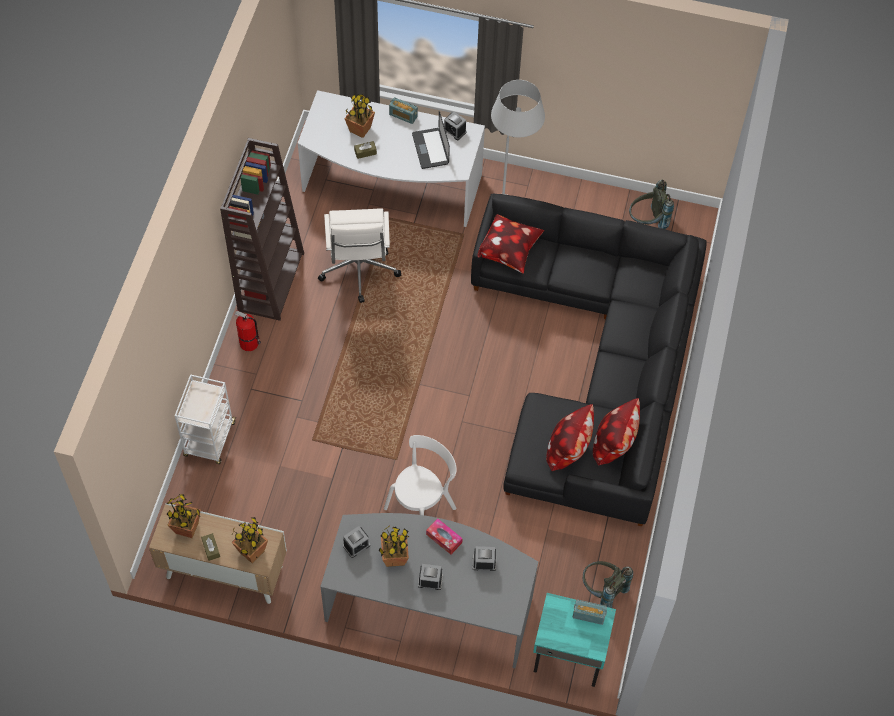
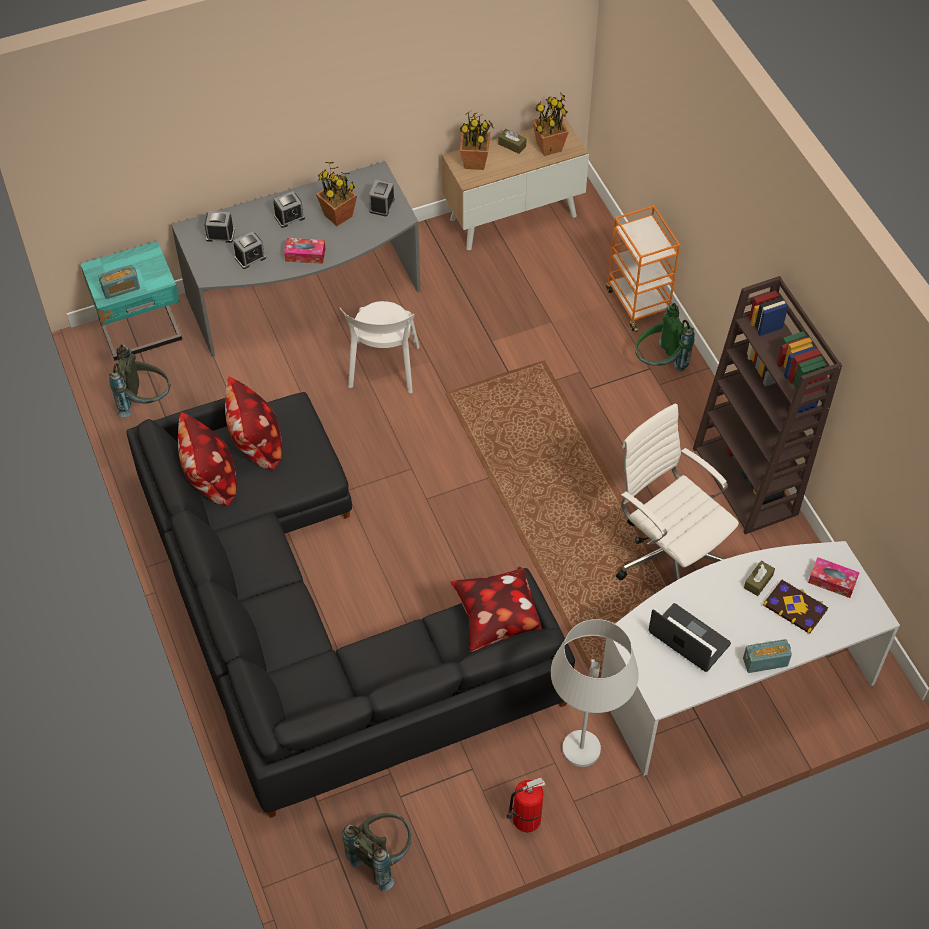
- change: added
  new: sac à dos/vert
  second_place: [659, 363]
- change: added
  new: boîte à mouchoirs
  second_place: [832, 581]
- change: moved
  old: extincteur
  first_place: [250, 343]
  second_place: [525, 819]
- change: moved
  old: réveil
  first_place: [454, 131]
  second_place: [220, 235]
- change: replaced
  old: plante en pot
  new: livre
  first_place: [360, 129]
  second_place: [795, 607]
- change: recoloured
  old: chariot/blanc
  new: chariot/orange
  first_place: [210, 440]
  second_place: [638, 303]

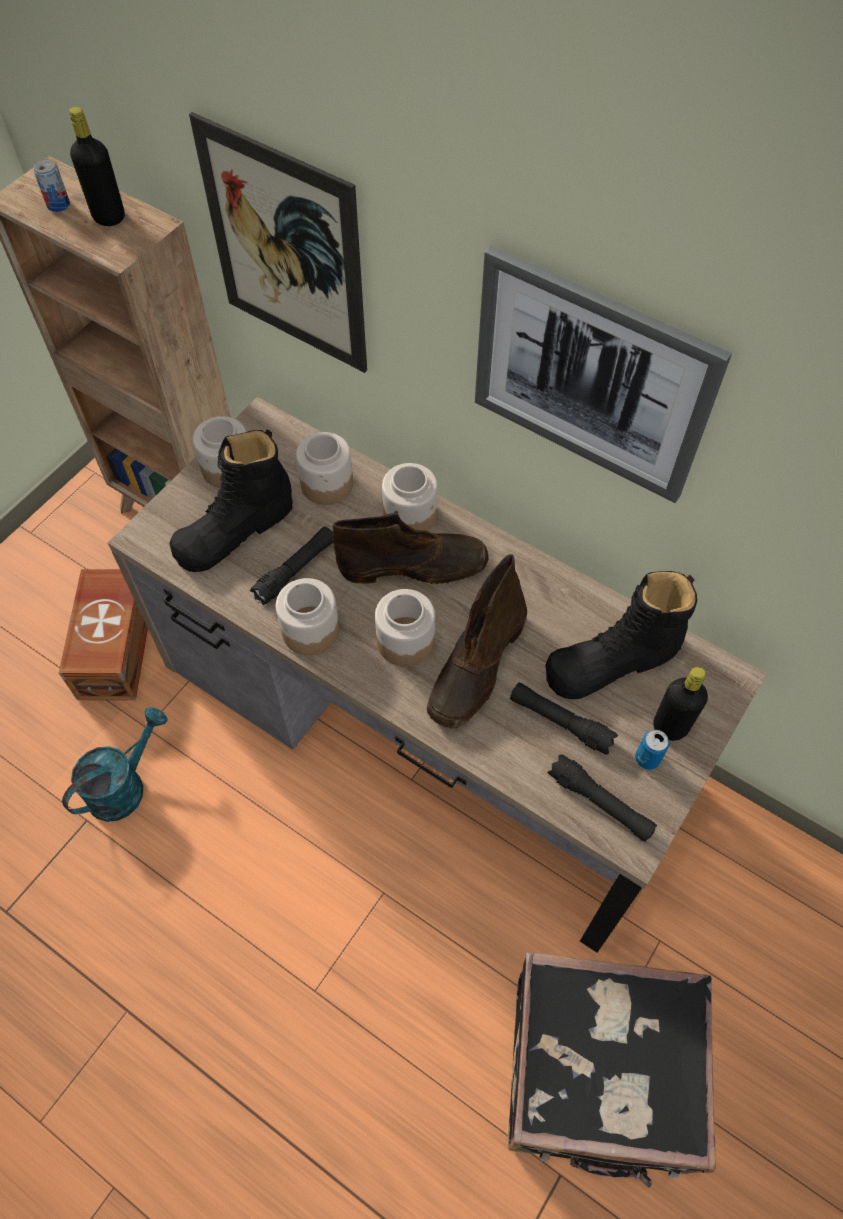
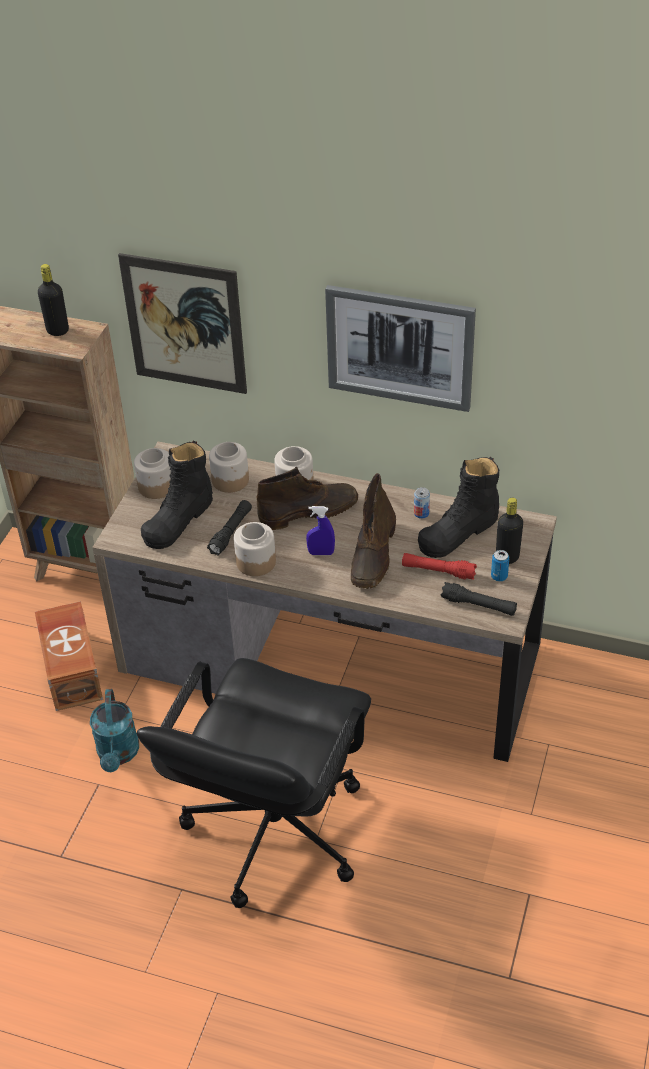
- change: removed
  old: valise/noir
  first_place: [597, 1076]
- change: added
  new: chaise de bureau/noir
  second_place: [272, 831]
- change: moved
  old: boîte métallique
  first_place: [58, 205]
  second_place: [421, 513]
- change: replaced
  old: bocal
  new: vaporisateur/bleu
  first_place: [405, 641]
  second_place: [321, 553]
- change: recoloured
  old: lampe de poche/noir
  new: lampe de poche/rouge
  first_place: [560, 722]
  second_place: [438, 571]
- change: turned
  old: arrosoir/turquoise
  first_place: [124, 785]
  second_place: [118, 754]
  degrees: 150

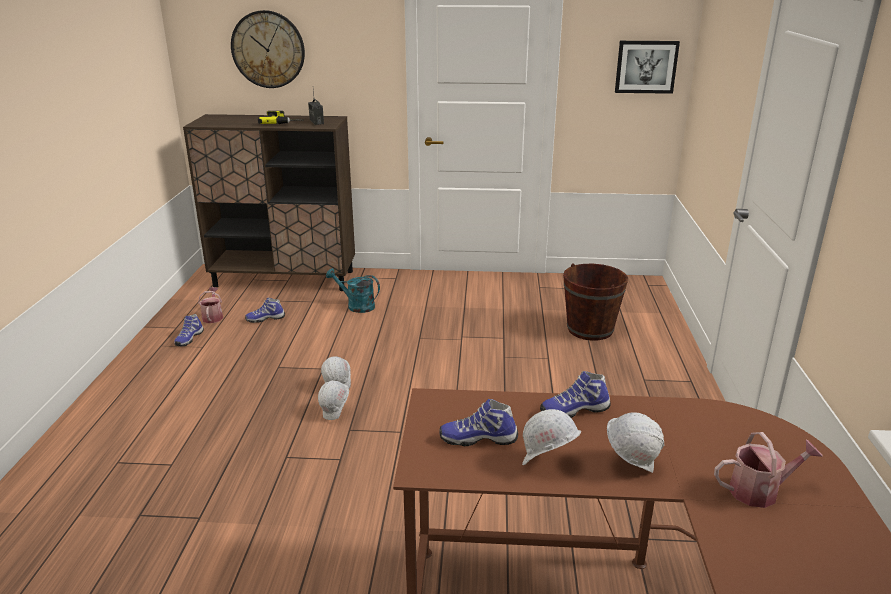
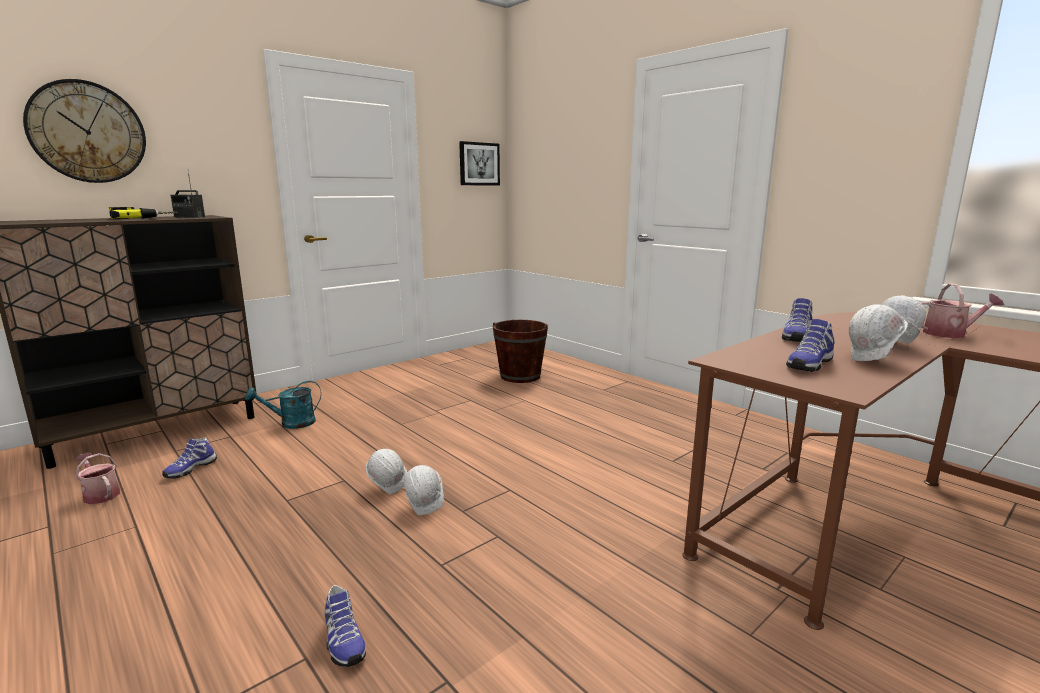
- change: moved
  old: chaussure
  first_place: [188, 338]
  second_place: [342, 641]
- change: turned
  old: arrosoir
  first_place: [760, 491]
  second_place: [949, 333]
  degrees: 60

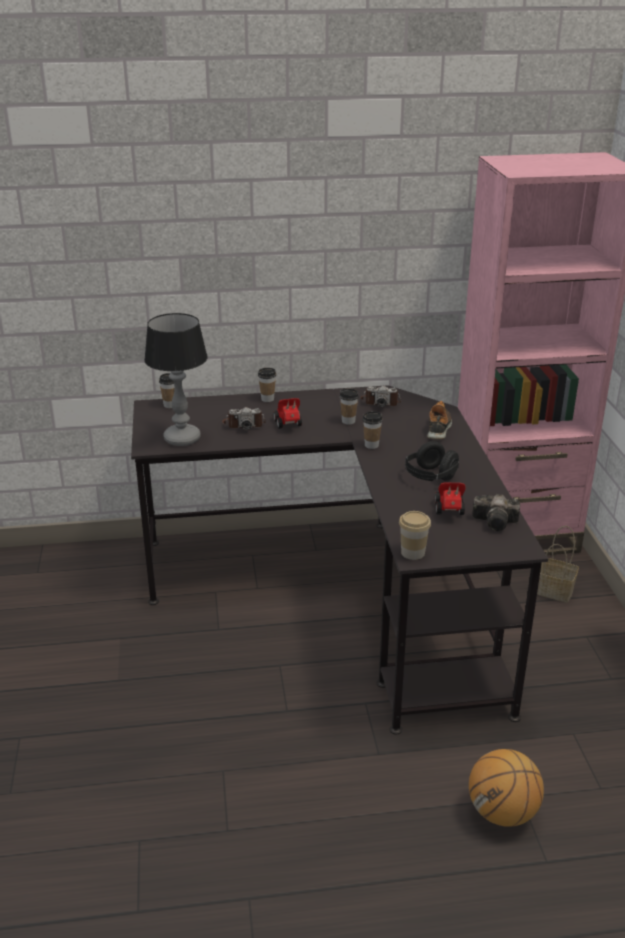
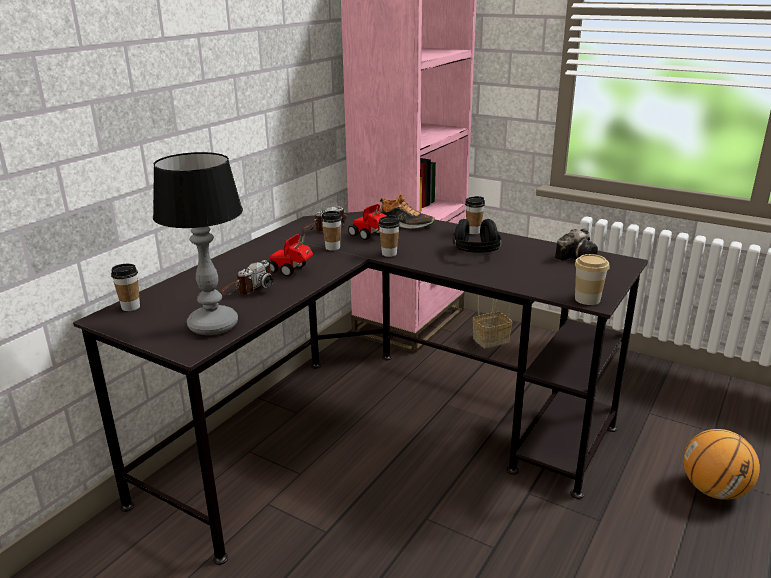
- change: moved
  old: tasse
  first_place: [267, 399]
  second_place: [473, 232]
- change: moved
  old: petite voiture
  first_place: [449, 512]
  second_place: [370, 236]
- change: turned
  old: chaussure
  first_place: [439, 428]
  second_place: [405, 224]
  degrees: 150

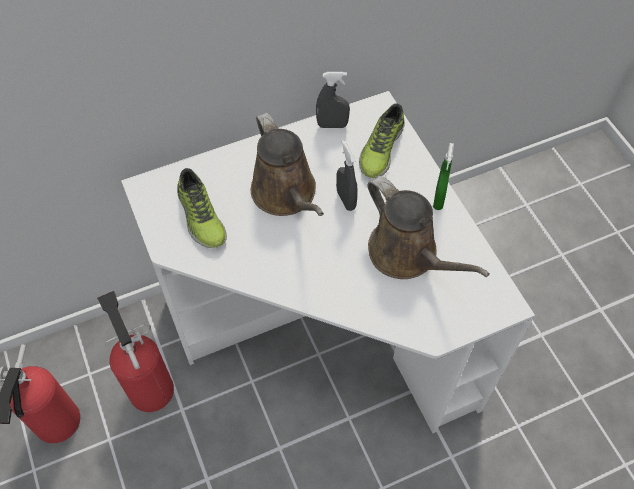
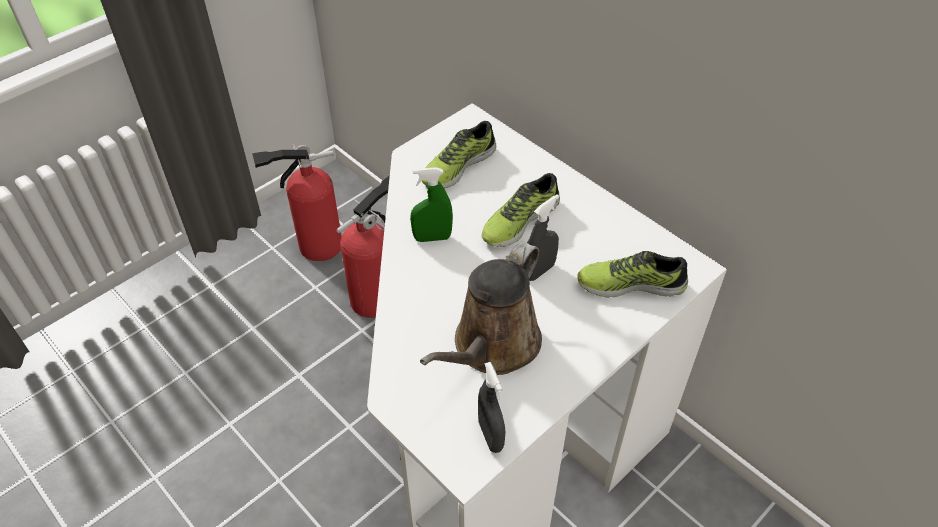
- change: moved
  old: vaporisateur/gris
  first_place: [332, 125]
  second_place: [490, 436]
- change: moved
  old: vaporisateur/vert
  first_place: [439, 199]
  second_place: [432, 238]
- change: replaced
  old: arrosoir/marron
  new: chaussure
  first_place: [286, 194]
  second_place: [519, 220]

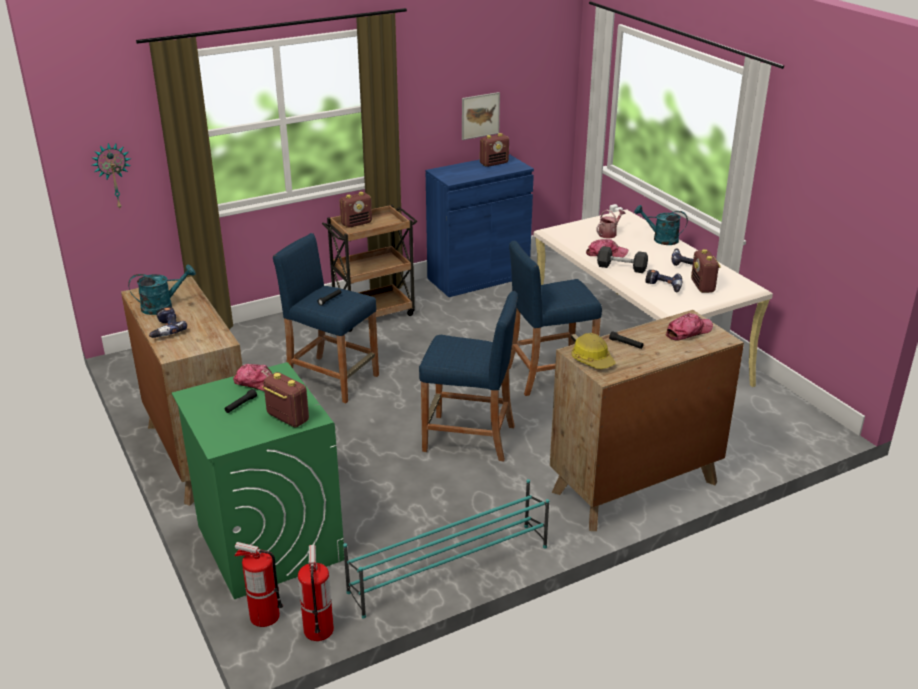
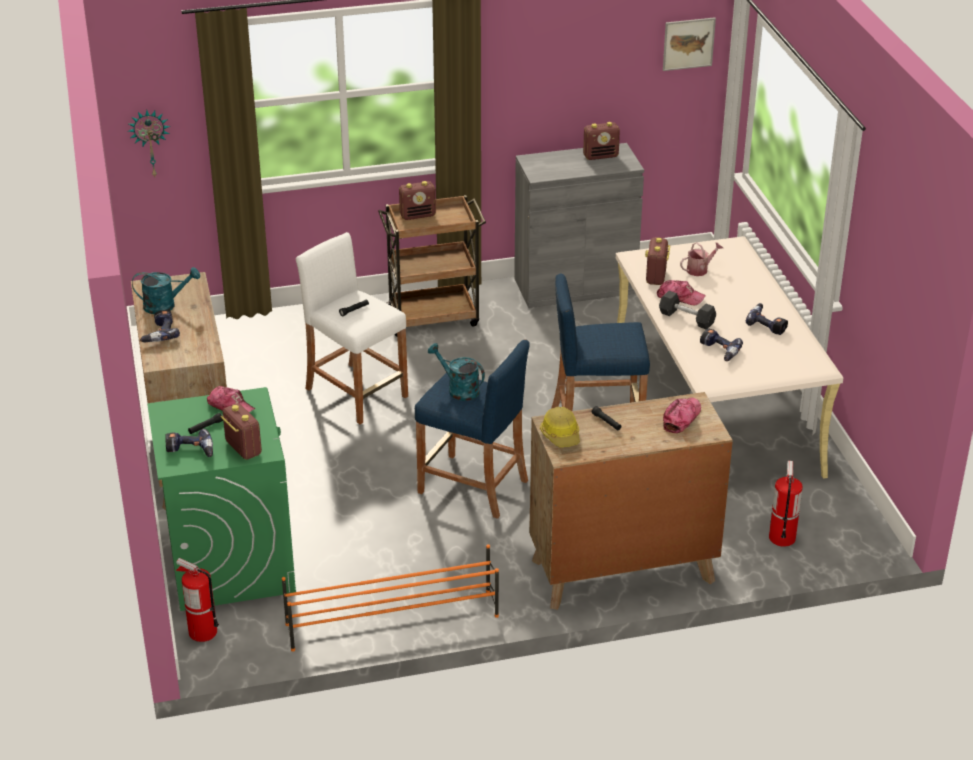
- change: added
  new: perceuse
  second_place: [190, 451]
- change: moved
  old: extincteur
  first_place: [318, 629]
  second_place: [782, 537]
- change: moved
  old: tableau
  first_place: [480, 115]
  second_place: [688, 43]
- change: moved
  old: arrosoir/turquoise
  first_place: [660, 239]
  second_place: [458, 389]
- change: moved
  old: radio
  first_place: [703, 286]
  second_place: [656, 277]
- change: recoloured
  old: tabouret/bleu
  new: tabouret/blanc
  first_place: [332, 379]
  second_place: [356, 393]
- change: recoloured
  old: étagère à chaussures/turquoise
  new: étagère à chaussures/orange
  first_place: [448, 569]
  second_place: [391, 620]
- change: recoloured
  old: meuble de rangement/bleu
  new: meuble de rangement/gris
  first_place: [478, 277]
  second_place: [575, 286]
- change: turned
  old: casquette
  first_place: [688, 332]
  second_place: [681, 418]
  degrees: -45

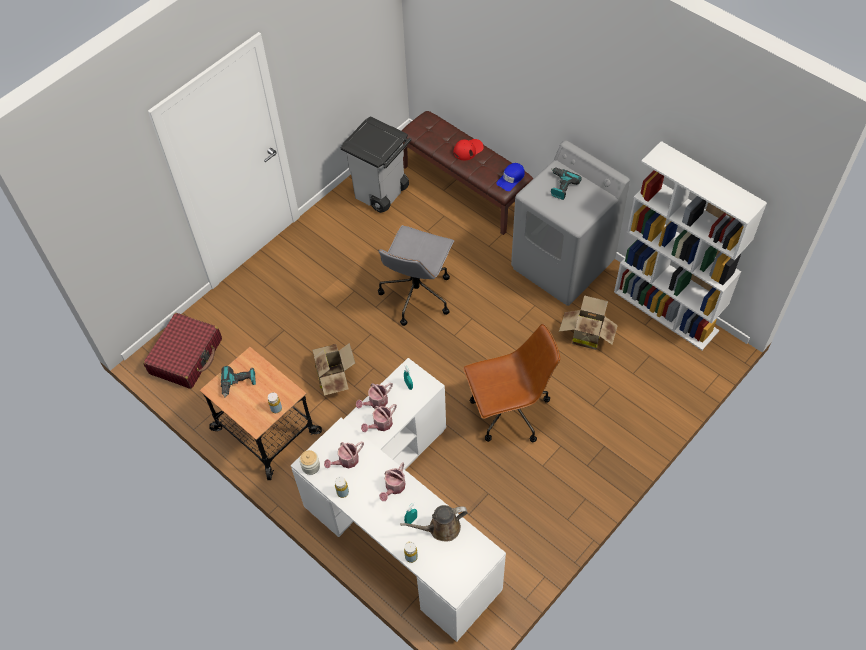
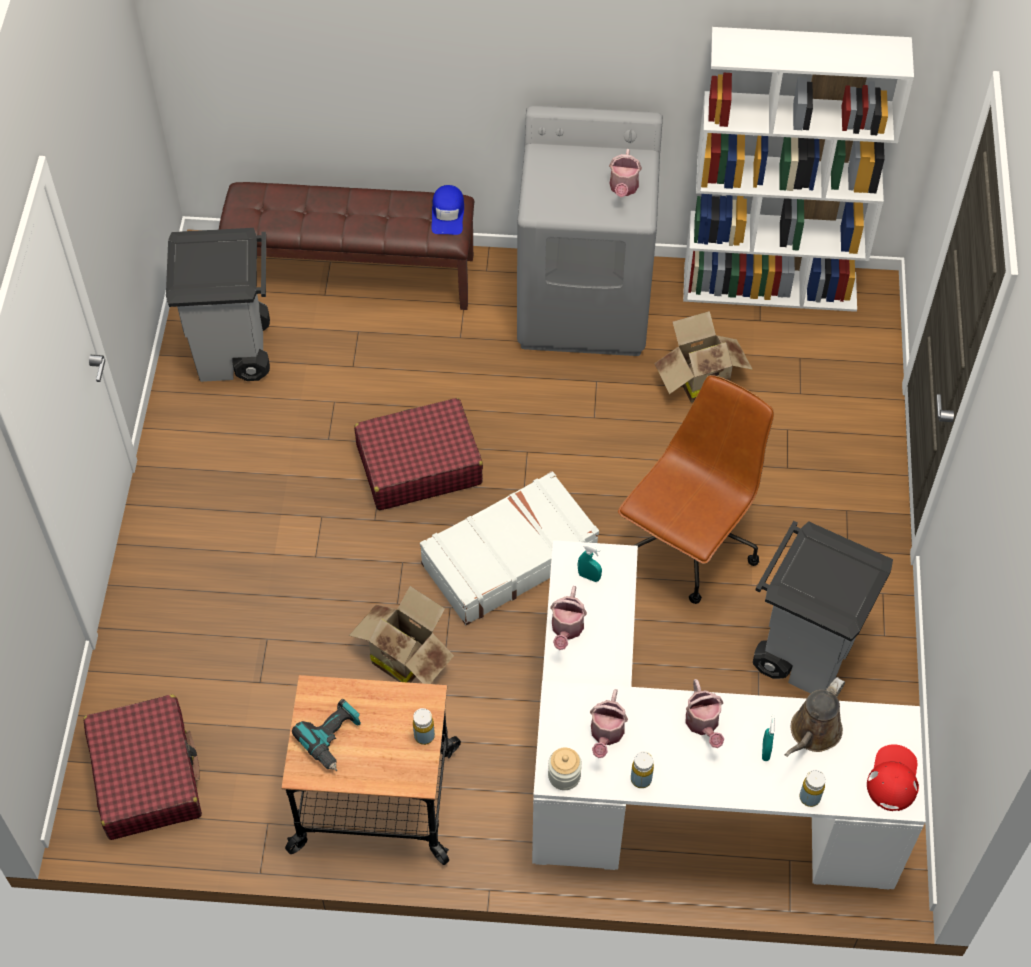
- change: removed
  old: perceuse
  first_place: [561, 186]
- change: added
  new: valise/blanc
  second_place: [508, 557]
- change: added
  new: poubelle/gris
  second_place: [804, 650]
- change: moved
  old: arrosoir
  first_place: [380, 424]
  second_place: [623, 189]
- change: moved
  old: casquette/rouge
  first_place: [468, 150]
  second_place: [893, 778]
- change: replaced
  old: chaise de bureau/gris
  new: valise/rouge
  first_place: [417, 294]
  second_place: [418, 465]

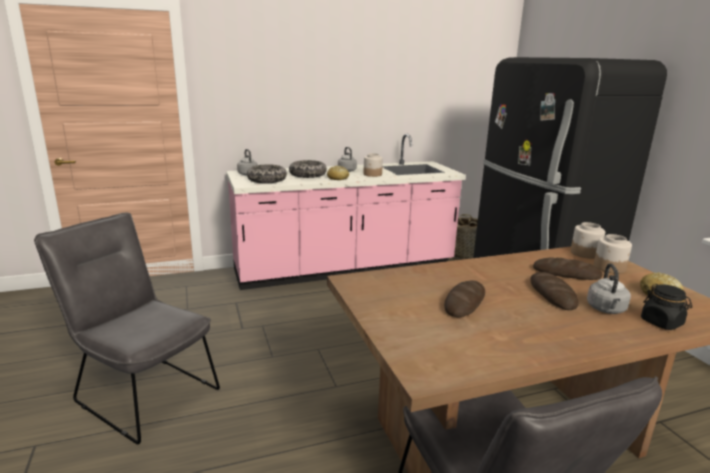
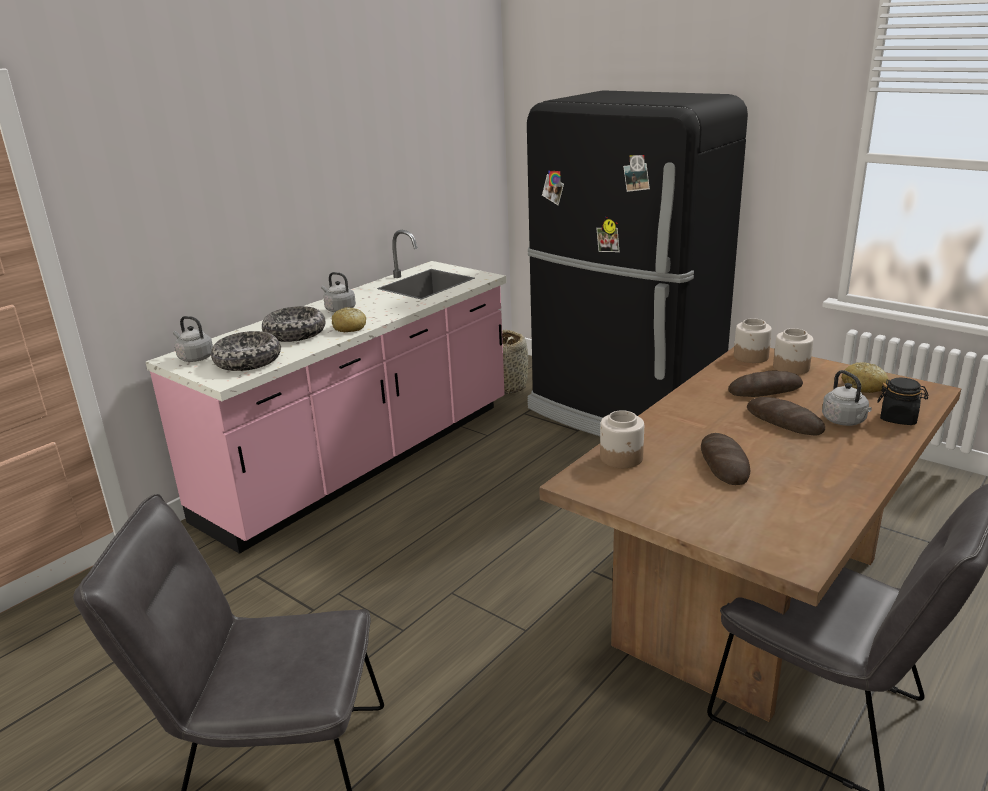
- change: moved
  old: bocal
  first_place: [372, 174]
  second_place: [621, 458]

